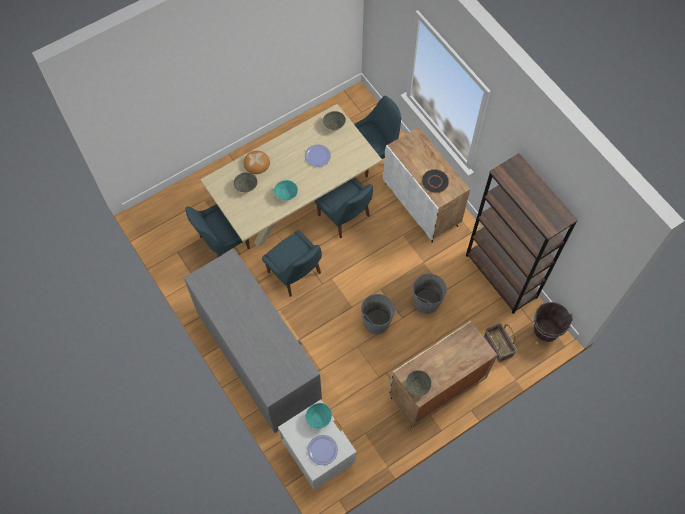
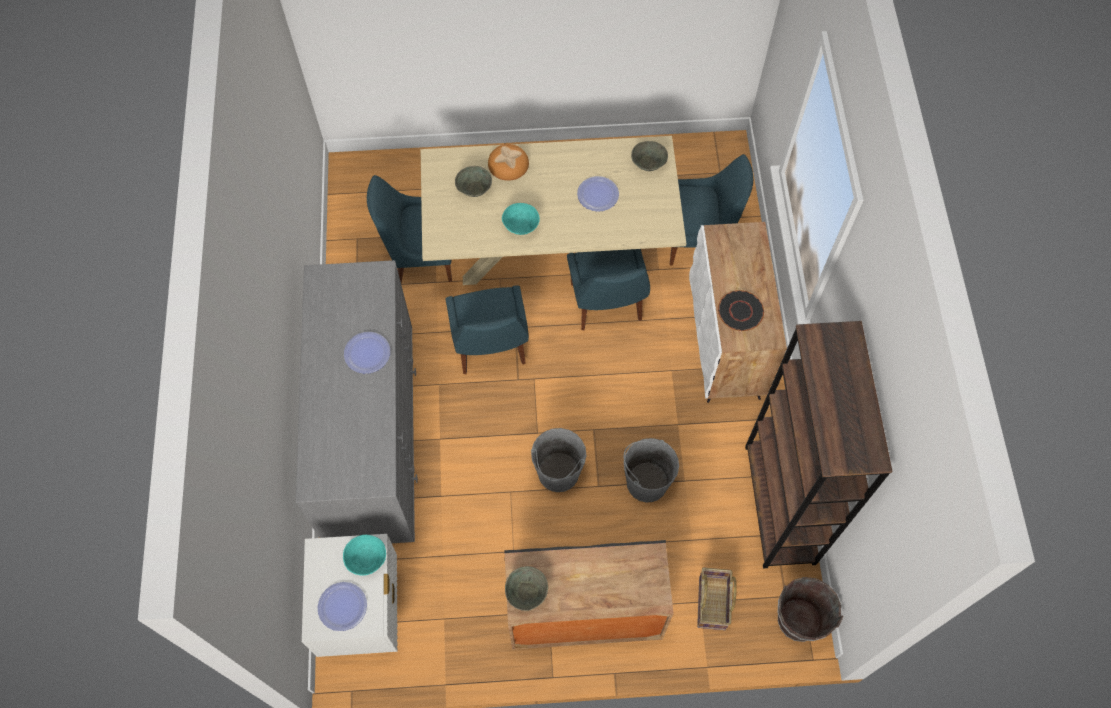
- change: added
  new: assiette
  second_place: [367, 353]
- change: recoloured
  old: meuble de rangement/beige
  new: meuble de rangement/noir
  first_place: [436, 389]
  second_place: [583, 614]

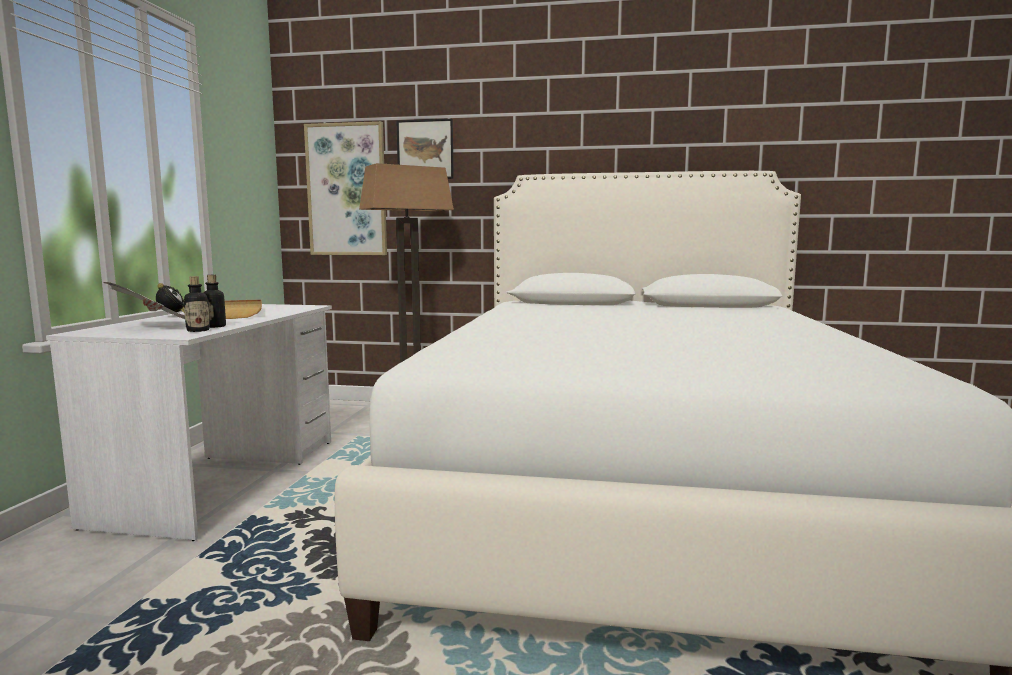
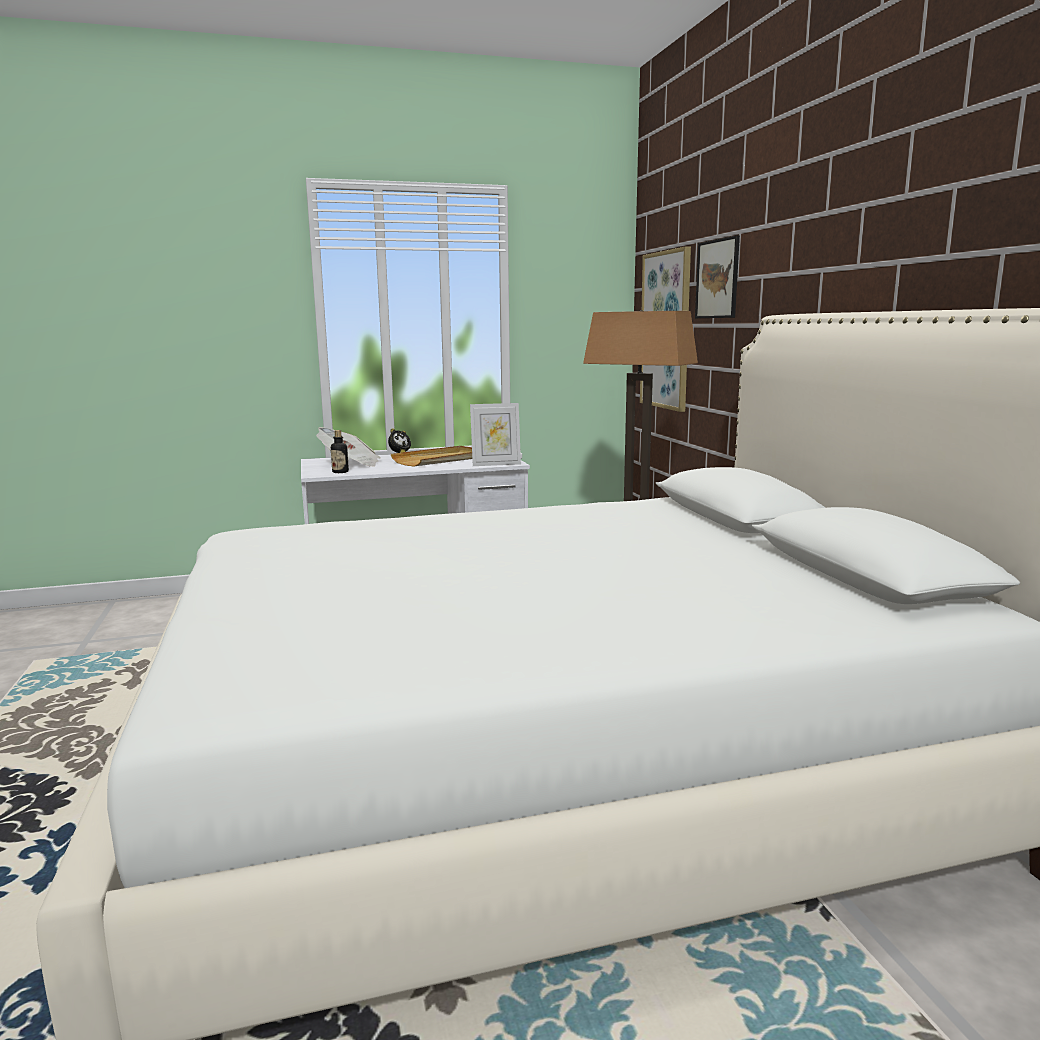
- change: removed
  old: bouteille
  first_place: [215, 326]
- change: added
  new: cadre photo
  second_place: [496, 464]

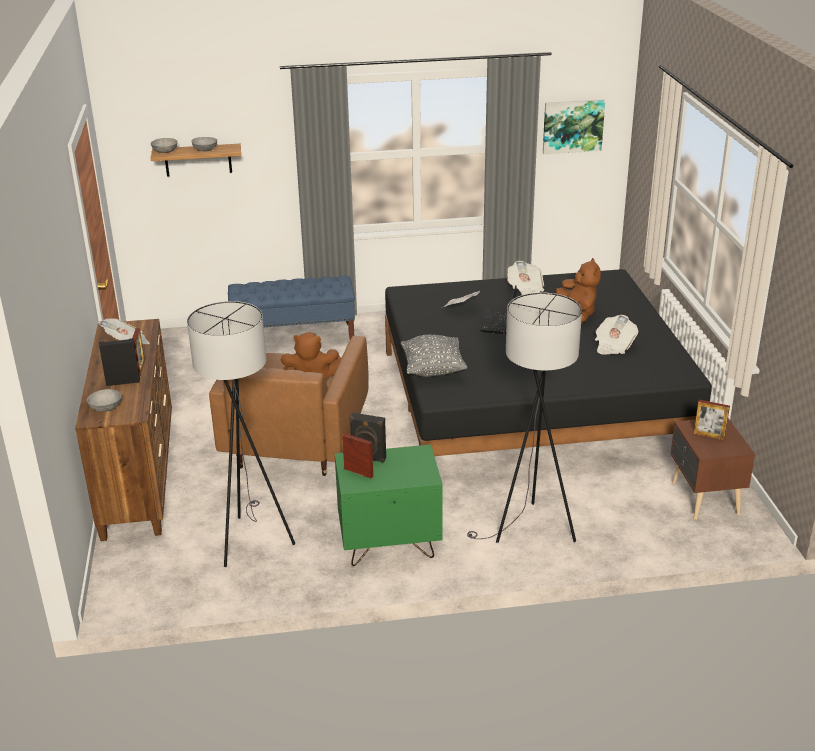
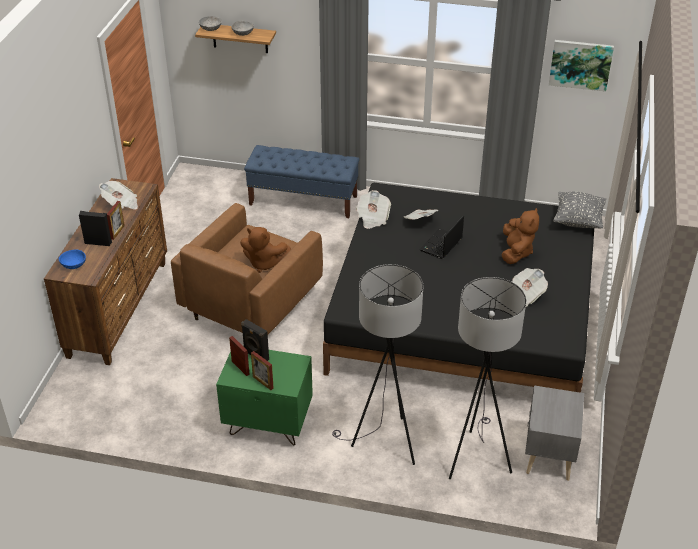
- change: moved
  old: lampadaire/gris
  first_place: [250, 539]
  second_place: [475, 456]
- change: moved
  old: coussin/gris
  first_place: [433, 370]
  second_place: [578, 221]
- change: moved
  old: journal
  first_place: [525, 289]
  second_place: [373, 218]
- change: moved
  old: cadre photo
  first_place: [709, 436]
  second_place: [263, 382]
- change: recoloured
  old: bol/gris
  new: bol/bleu
  first_place: [106, 408]
  second_place: [73, 265]
- change: recoloured
  old: table de chevet/marron
  new: table de chevet/gris
  first_place: [704, 499]
  second_place: [548, 456]

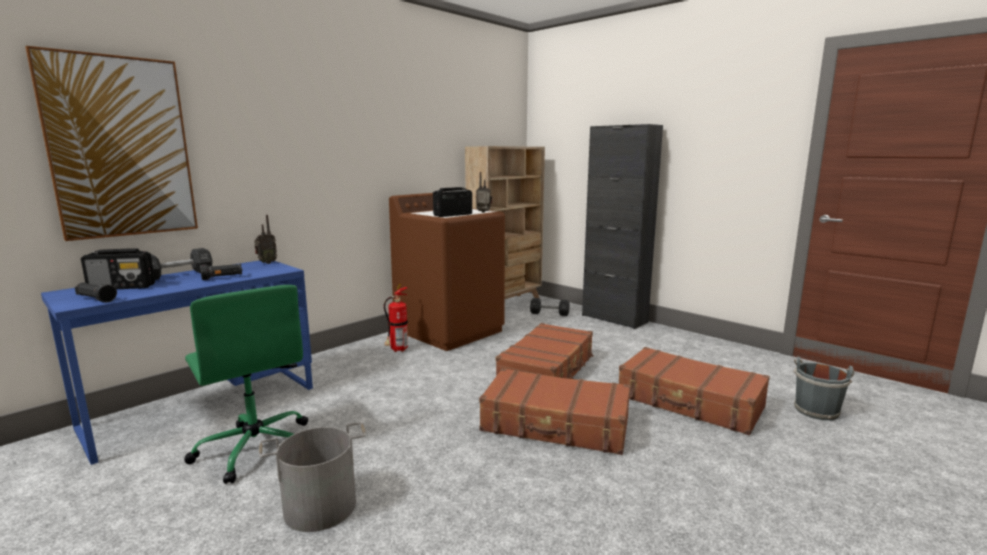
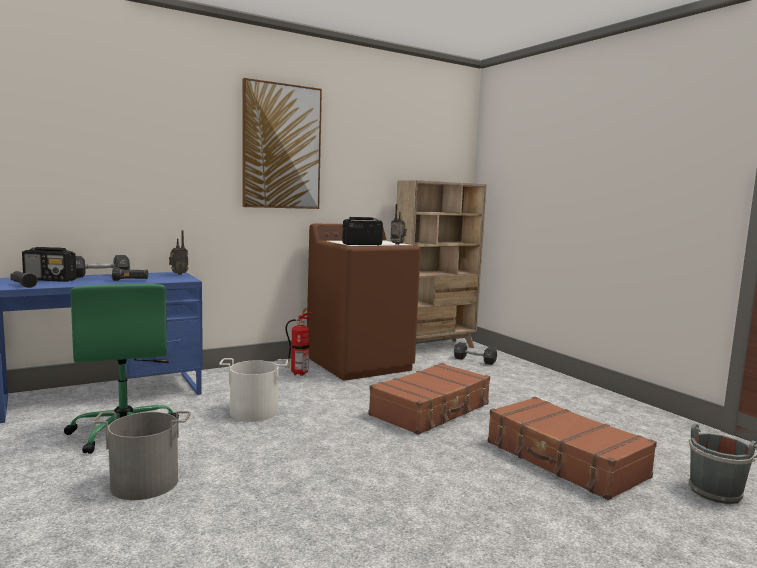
- change: removed
  old: valise/marron
  first_place: [555, 425]
- change: removed
  old: meuble de rangement/noir
  first_place: [614, 319]
- change: added
  new: seau/blanc
  second_place: [254, 412]
- change: moved
  old: tableau
  first_place: [120, 148]
  second_place: [281, 147]

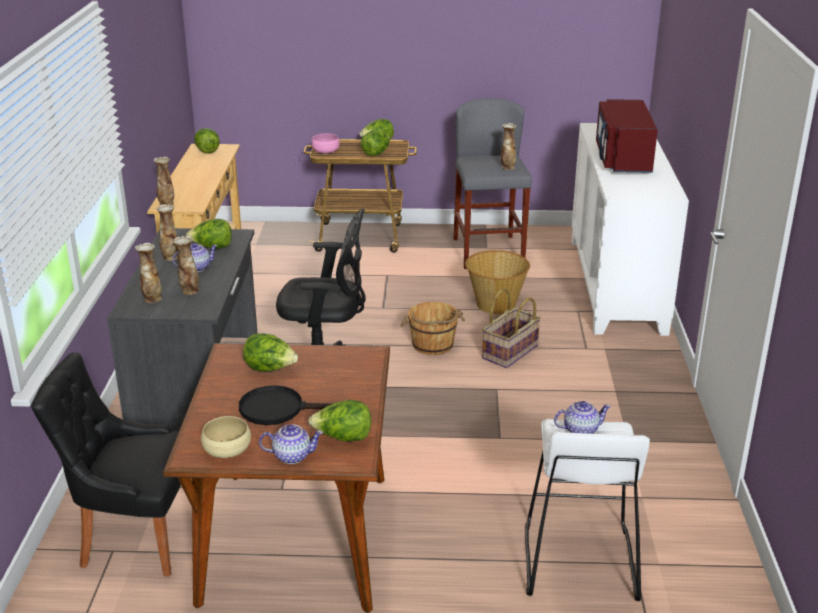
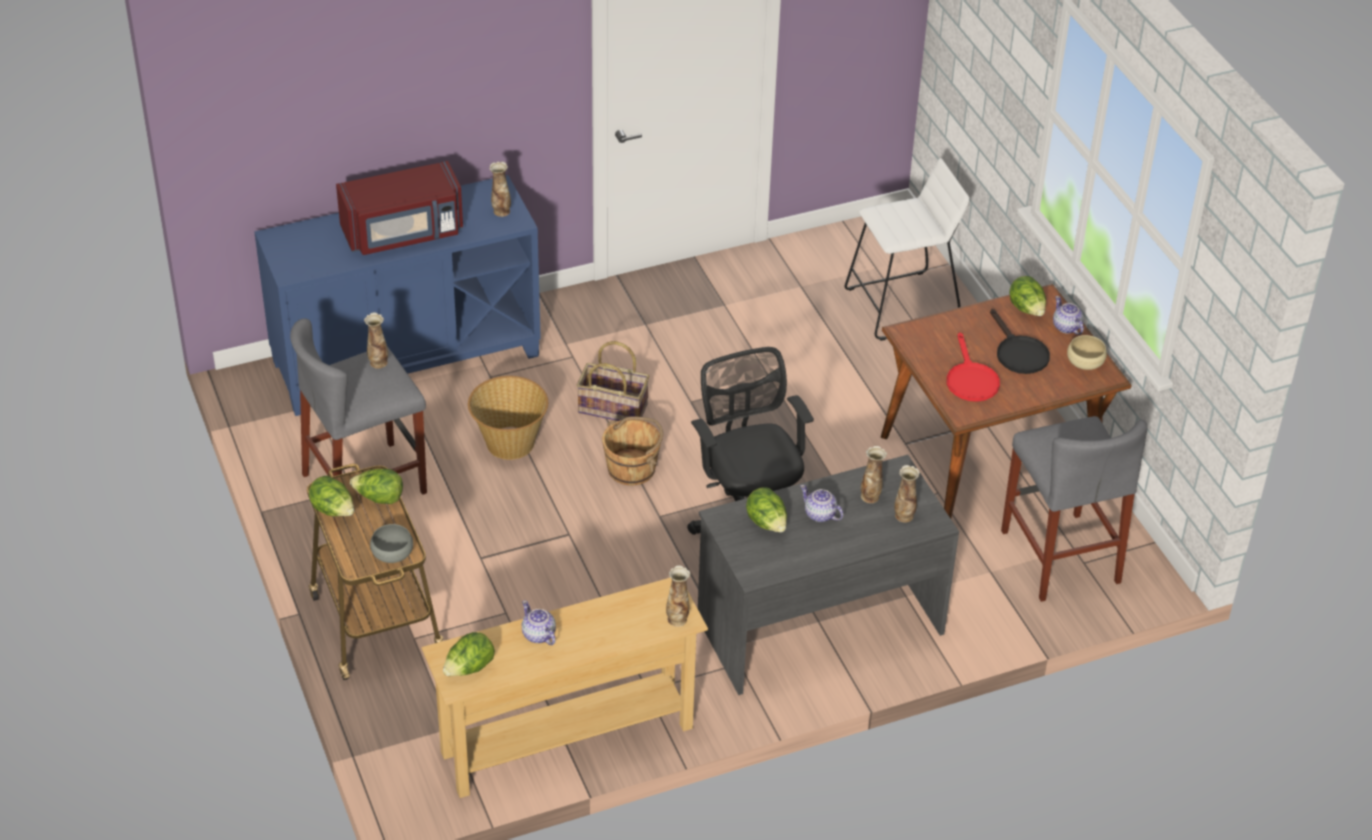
- change: moved
  old: vase
  first_place: [170, 257]
  second_place: [501, 211]
- change: moved
  old: théière
  first_place: [580, 430]
  second_place: [538, 635]
- change: replaced
  old: chaise/noir
  new: tabouret/gris
  first_place: [136, 537]
  second_place: [1059, 556]
- change: replaced
  old: laitue
  new: poêle/rouge
  first_place: [270, 369]
  second_place: [970, 379]
- change: recoloured
  old: bol/rose
  new: bol/gris
  first_place: [325, 151]
  second_place: [392, 552]
- change: recoloured
  old: meuble de rangement/blanc
  new: meuble de rangement/bleu
  first_place: [617, 285]
  second_place: [406, 358]

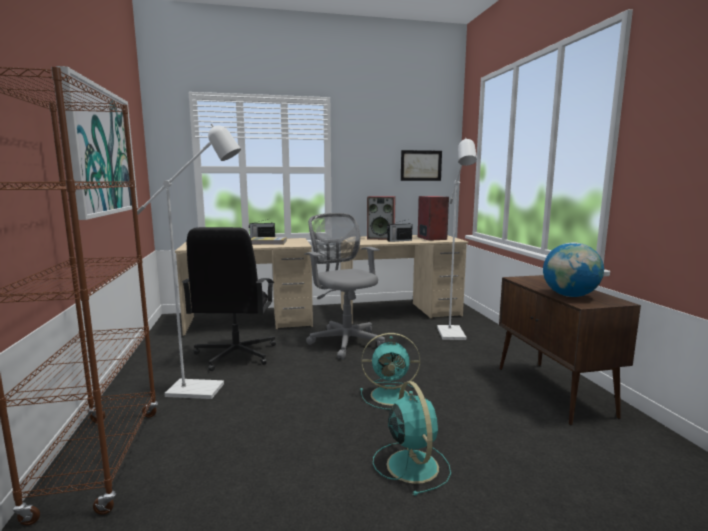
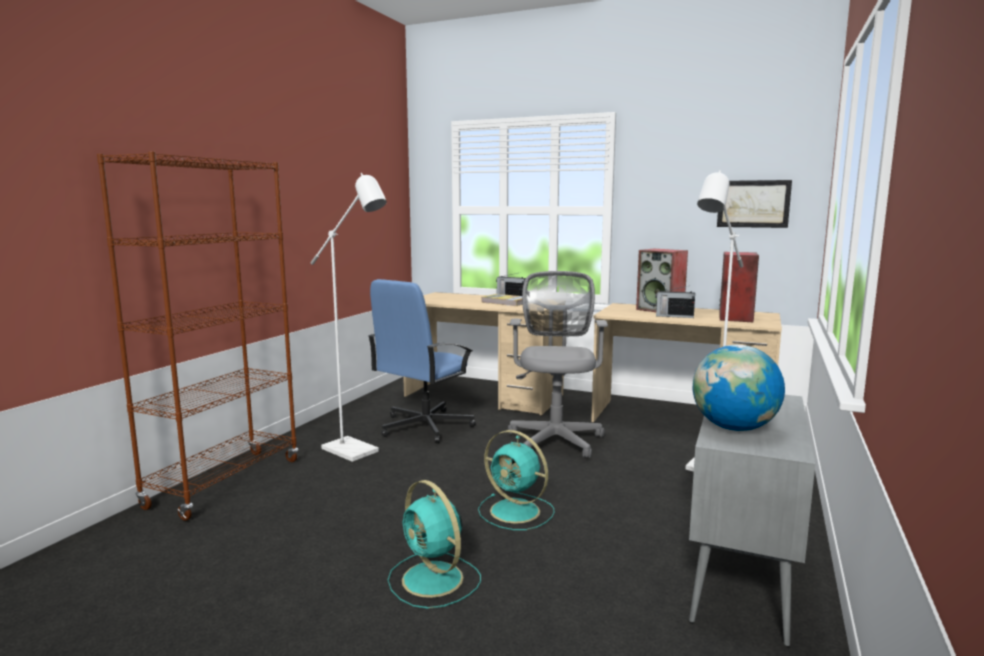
- change: removed
  old: tableau
  first_place: [101, 151]
- change: recoloured
  old: chaise de bureau/noir
  new: chaise de bureau/bleu
  first_place: [235, 355]
  second_place: [424, 427]
- change: recoloured
  old: meuble de rangement/marron
  new: meuble de rangement/gris
  first_place: [553, 392]
  second_place: [741, 579]
- change: turned
  old: ventilateur/turquoise
  first_place: [411, 464]
  second_place: [434, 580]
  degrees: 120

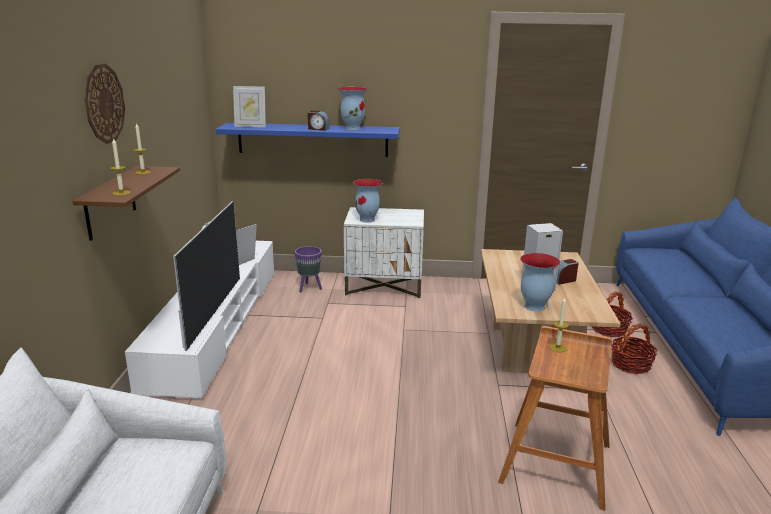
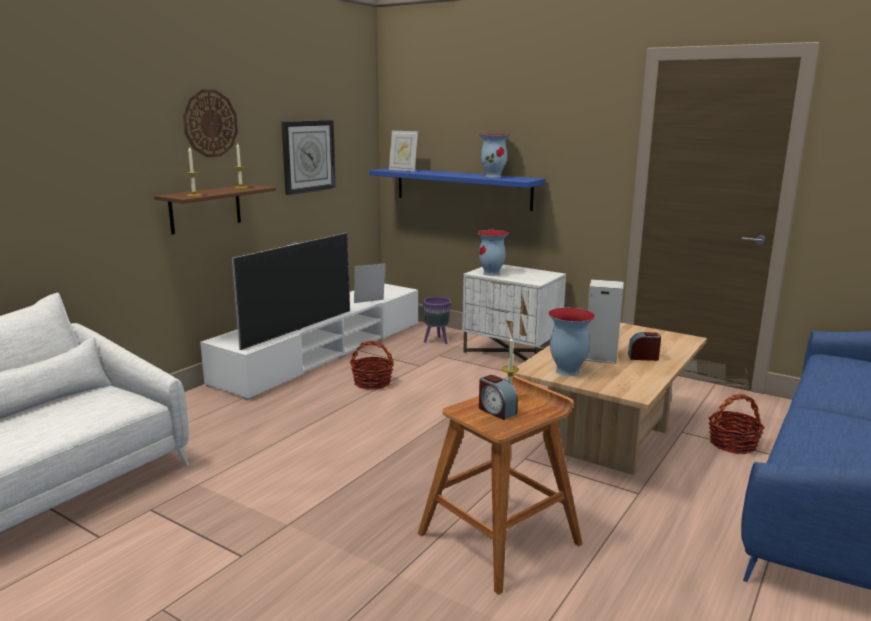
- change: added
  new: horloge murale
  second_place: [308, 156]
- change: moved
  old: réveil
  first_place: [318, 129]
  second_place: [496, 411]
- change: moved
  old: panier
  first_place: [630, 364]
  second_place: [372, 383]

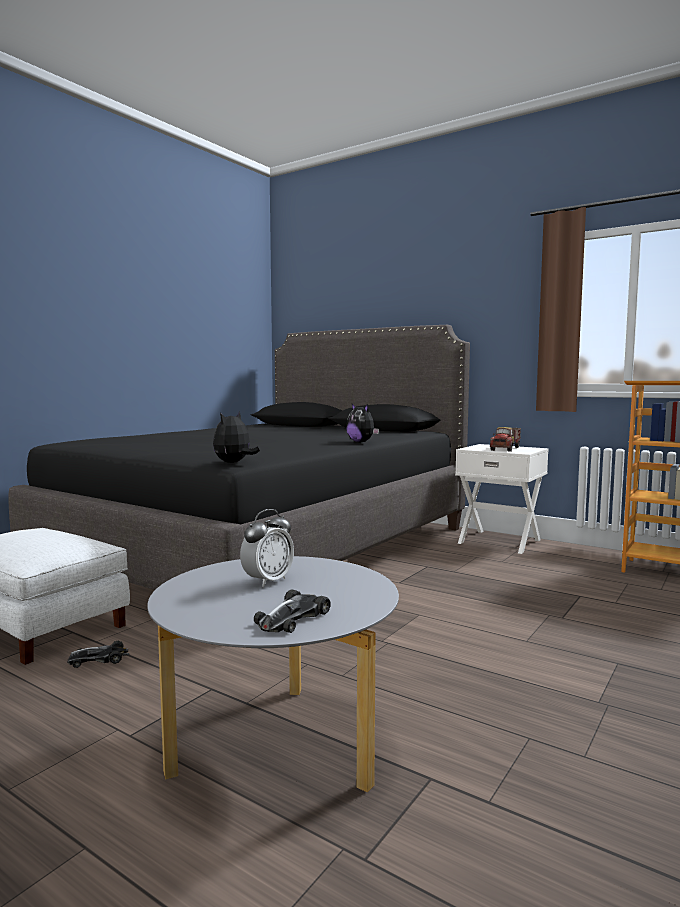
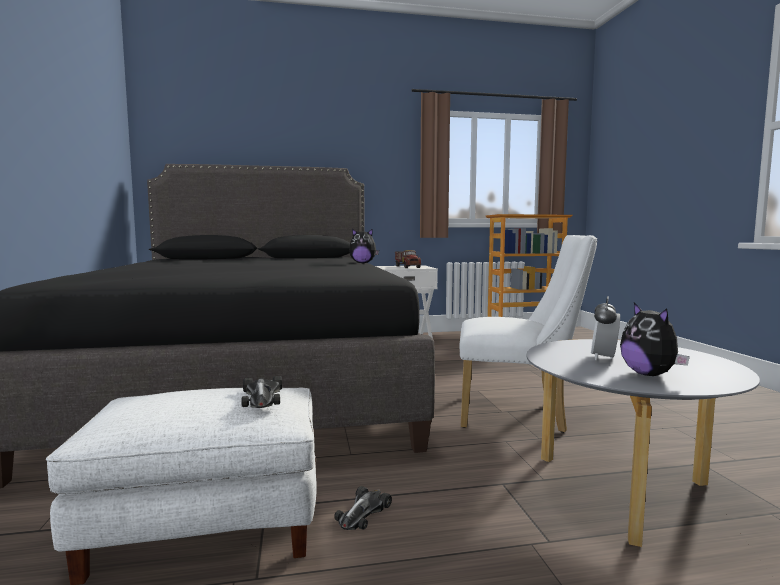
- change: added
  new: chaise/blanc
  second_place: [519, 414]
- change: moved
  old: peluche
  first_place: [234, 463]
  second_place: [649, 374]
- change: moved
  old: petite voiture
  first_place: [292, 618]
  second_place: [262, 397]
- change: turned
  old: réveil
  first_place: [268, 581]
  second_place: [603, 358]
  degrees: -150

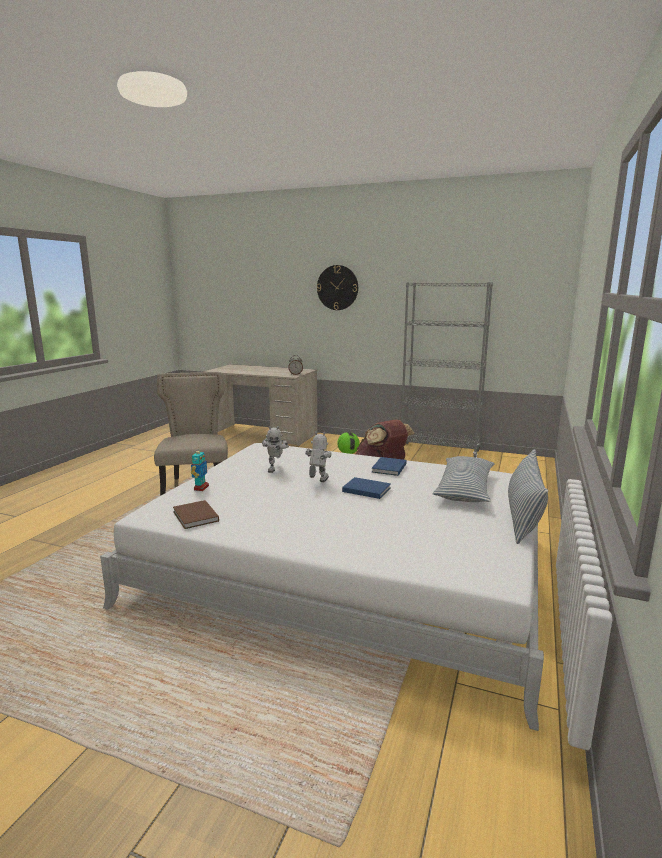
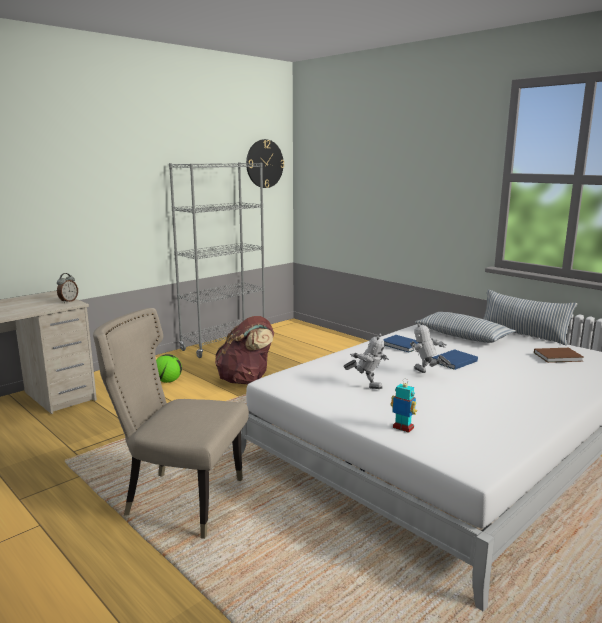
- change: moved
  old: livre/marron
  first_place: [195, 517]
  second_place: [559, 357]
- change: moved
  old: horloge murale
  first_place: [337, 287]
  second_place: [264, 163]

